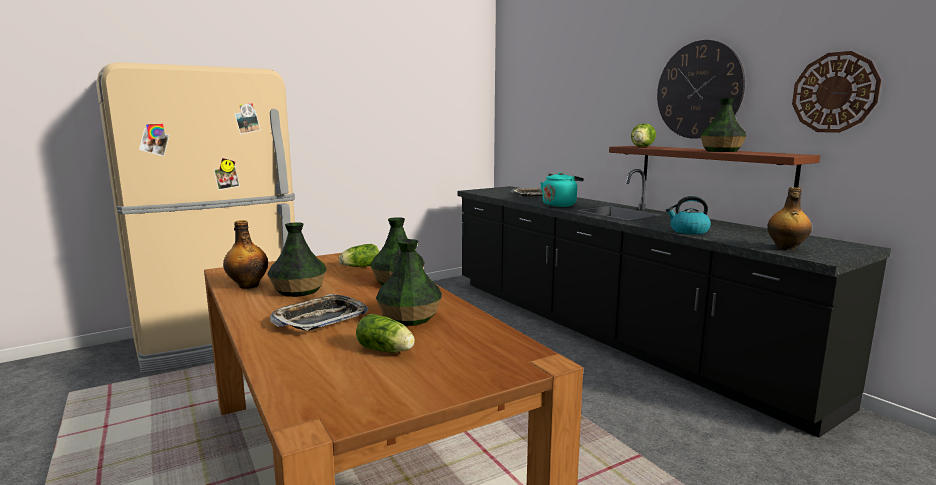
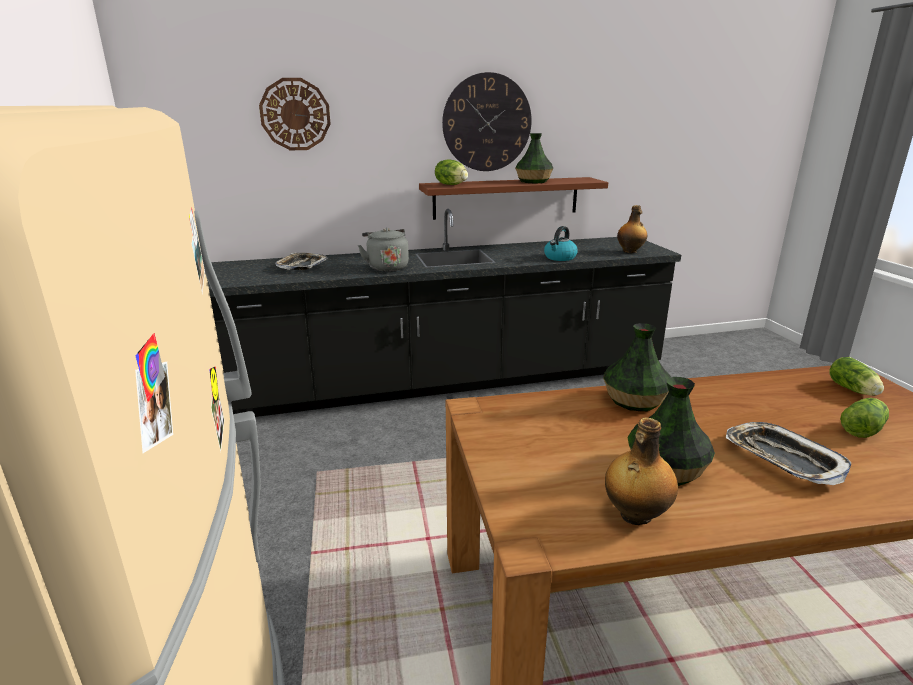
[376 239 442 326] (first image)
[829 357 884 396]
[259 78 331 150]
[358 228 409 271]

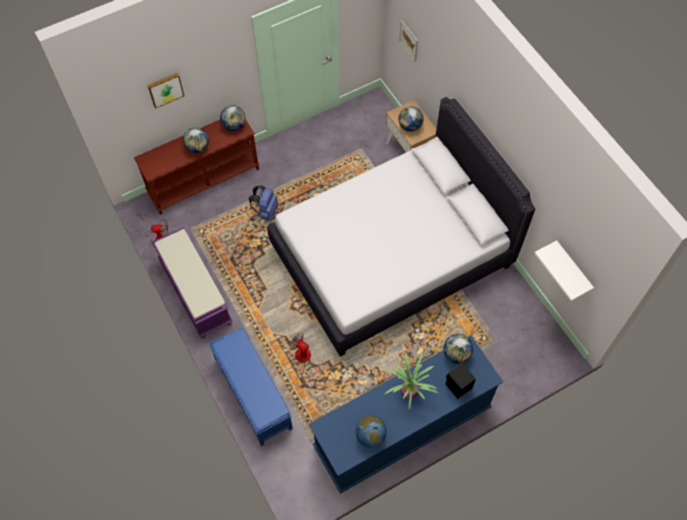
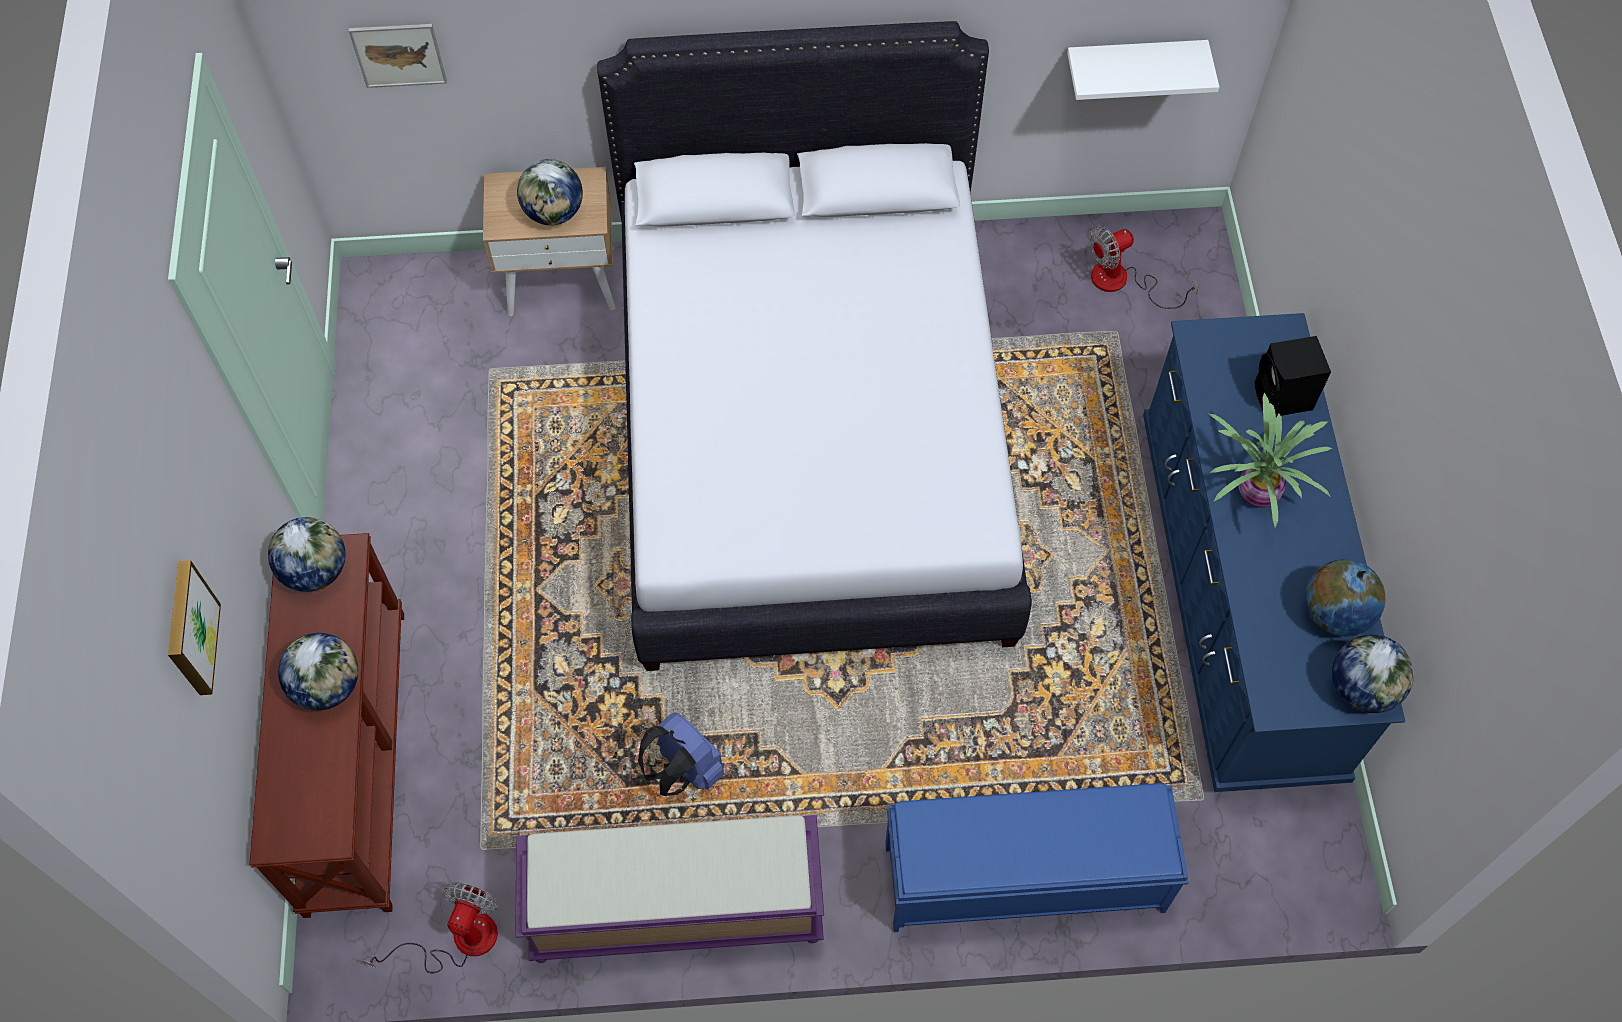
[638 713 725 796]
[1090 226 1199 309]
[1332 635 1414 713]

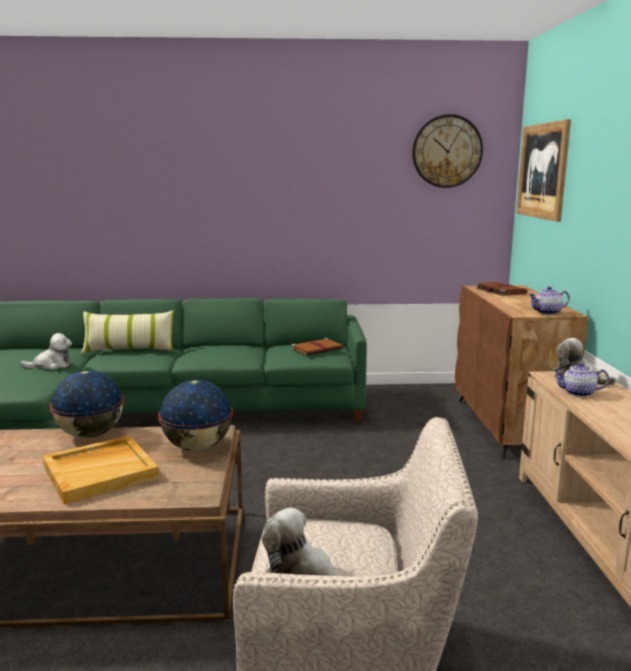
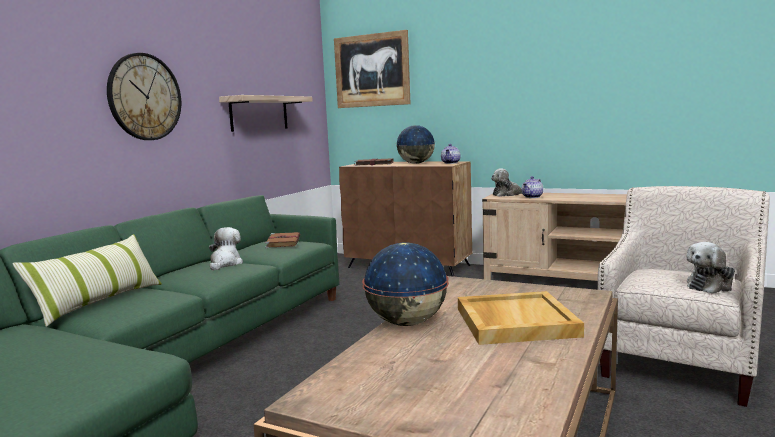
[219 95 313 132]
[209 227 243 271]
[396 125 435 164]
[107 53 181 140]

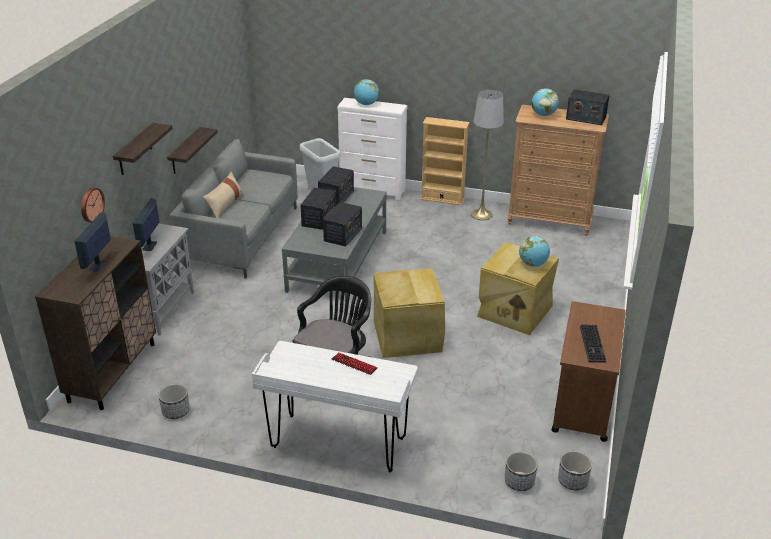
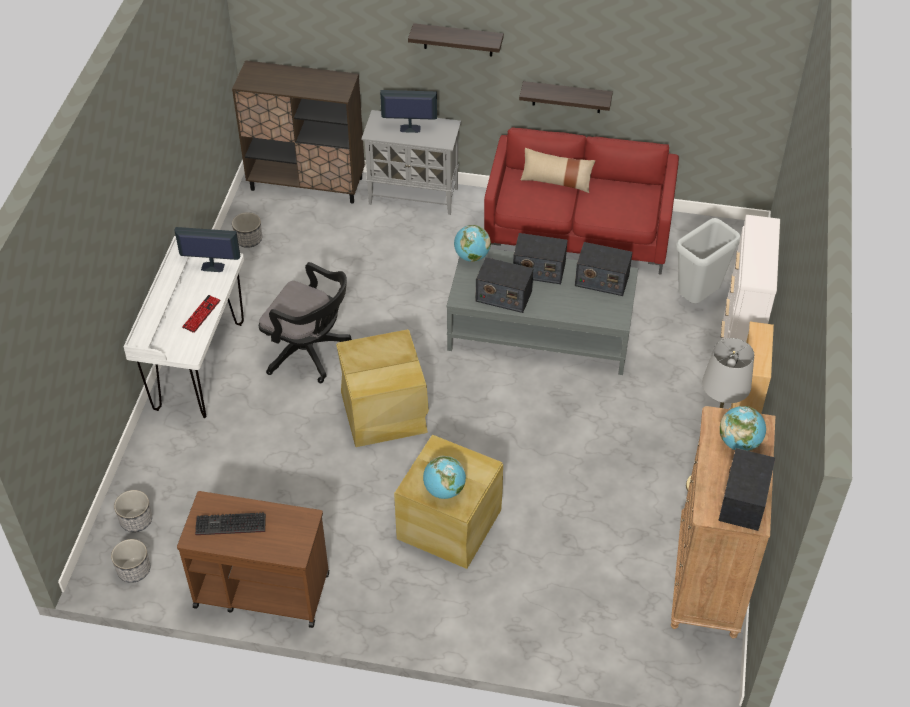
[81 188 105 223] (first image)
[174 227 240 272]
[454 225 491 262]
[484 127 679 274]

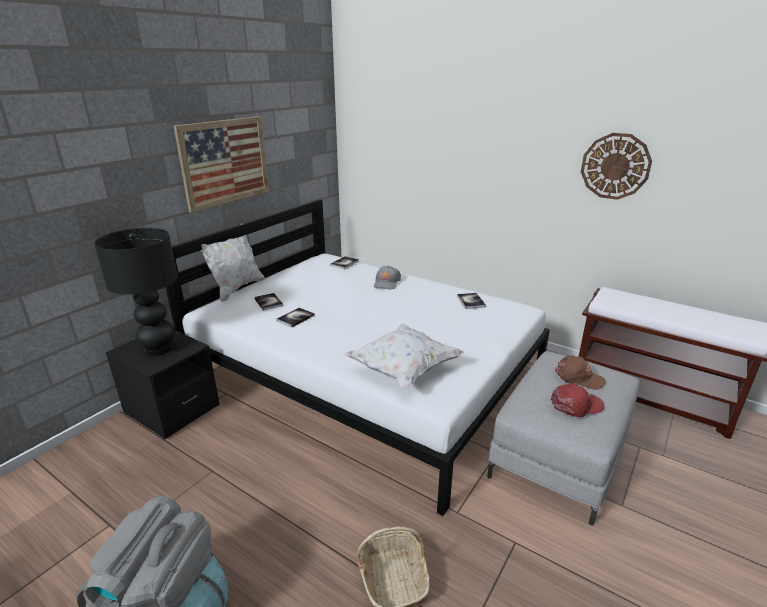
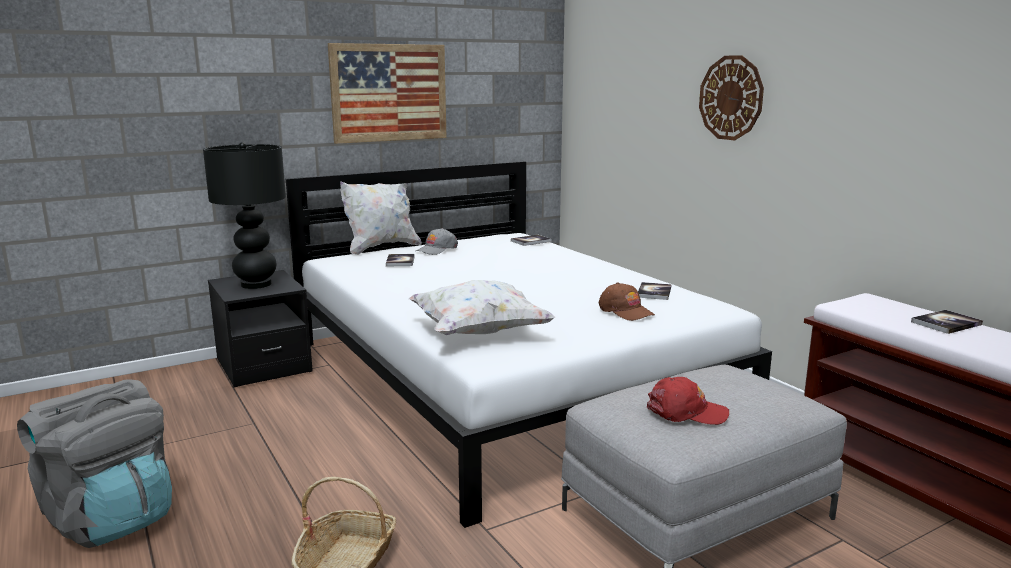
[911 310 983 334]
[416 228 458 255]
[599 282 655 321]
[699 55 764 140]

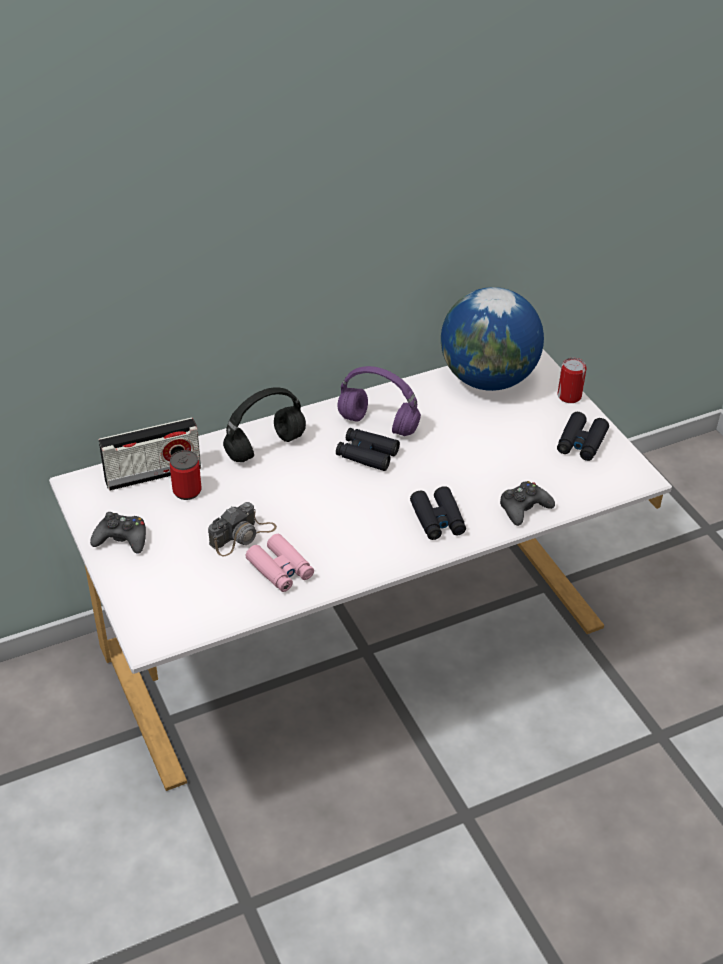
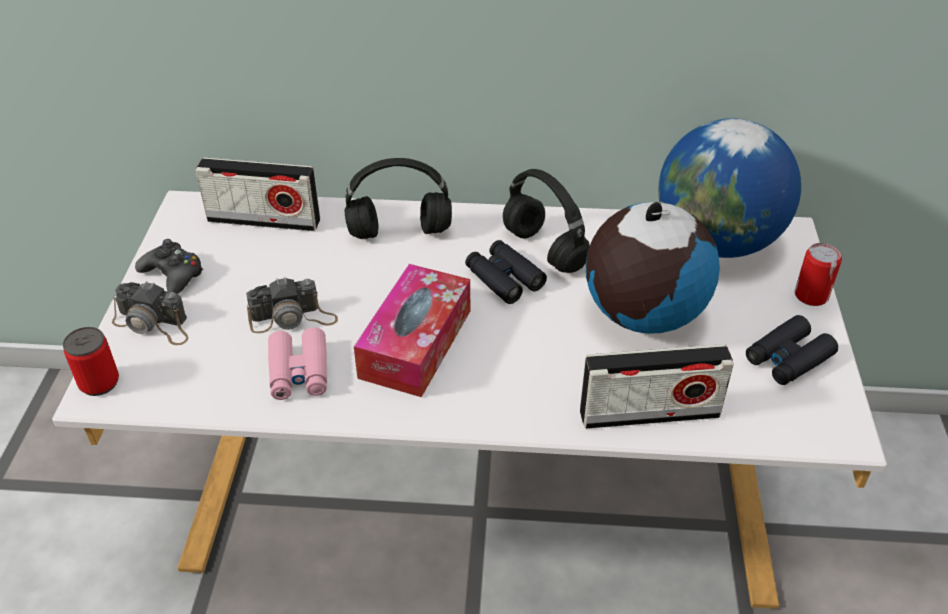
[410 486 466 540] (first image)
[112 281 188 345]
[354 264 470 397]
[586 202 720 334]
[63 327 119 396]
[580 344 734 429]
[503 169 590 273]

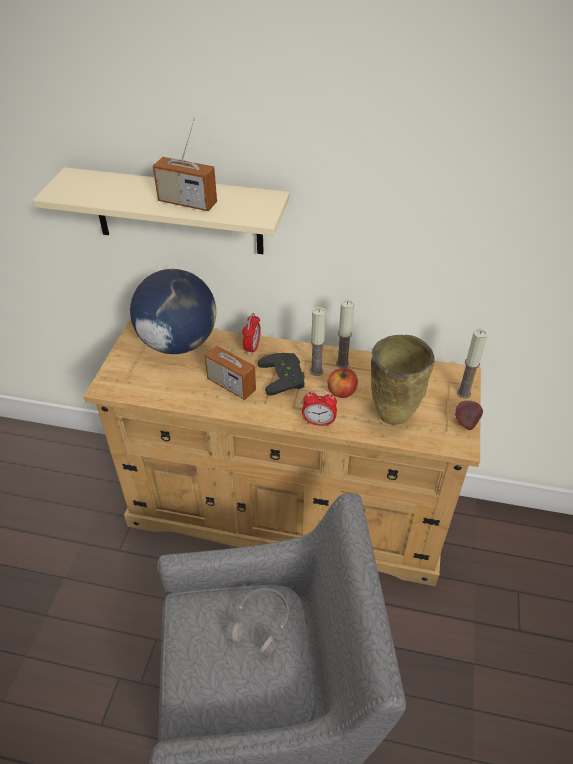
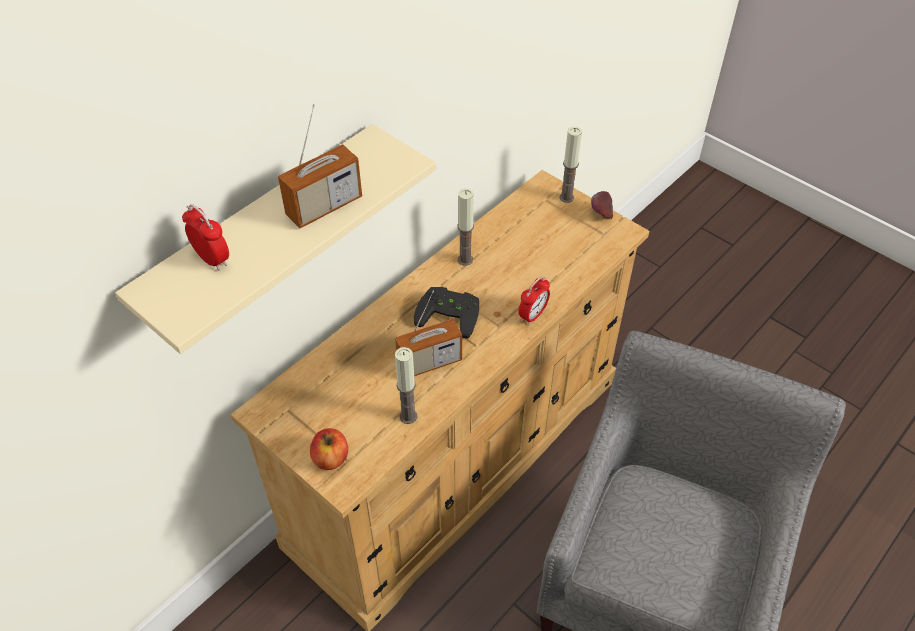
[130 269 216 354] (first image)
[226 588 289 658] (first image)
[371 335 434 425] (first image)
[182 204 229 271]
[395 347 417 424]
[310 428 348 470]

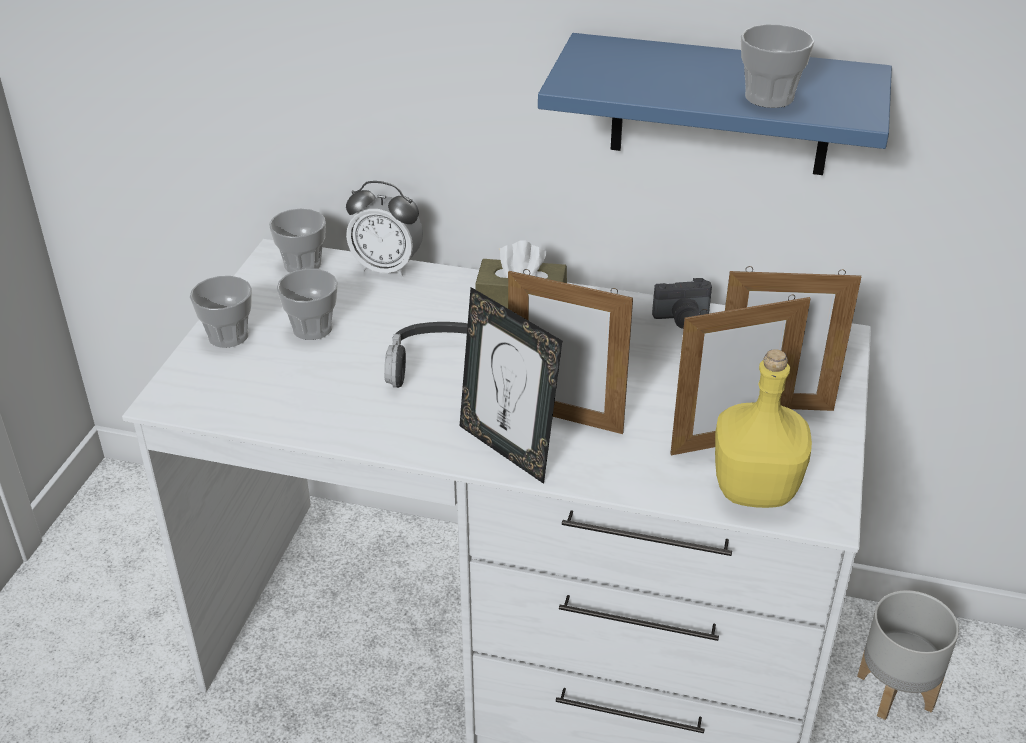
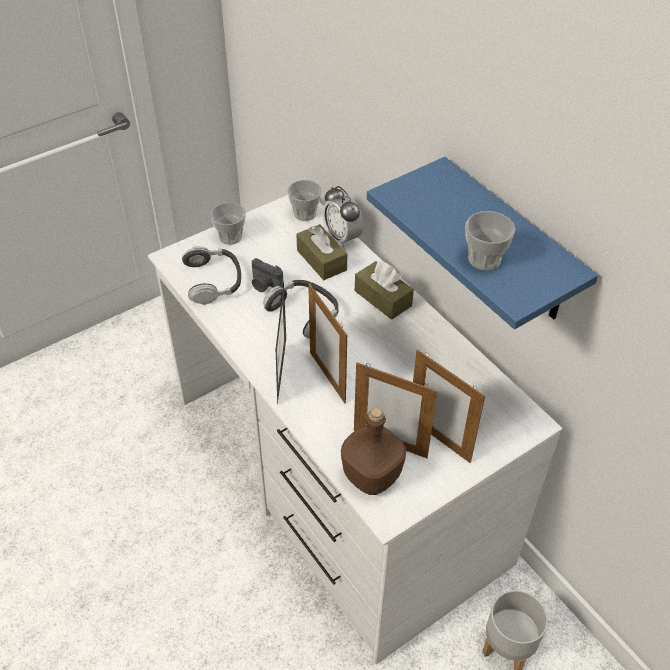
[277 269 338 340] (first image)
[182 246 241 305]
[296 224 347 280]
[252 258 284 292]
[341 408 406 495]

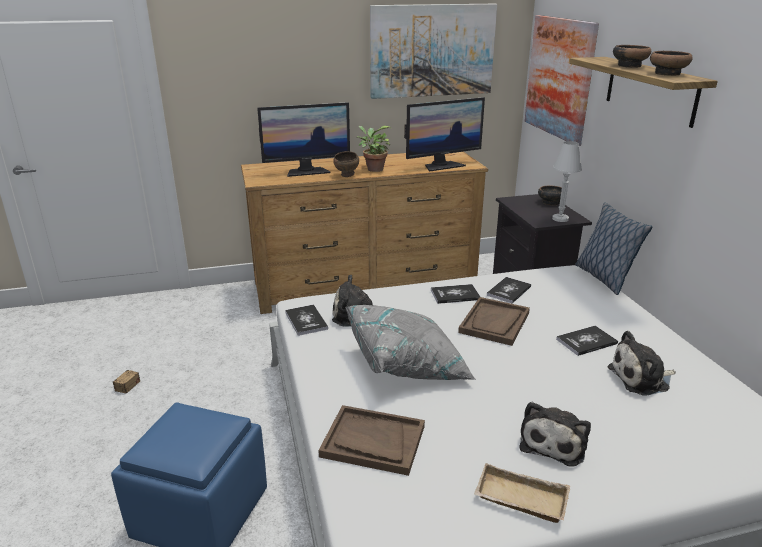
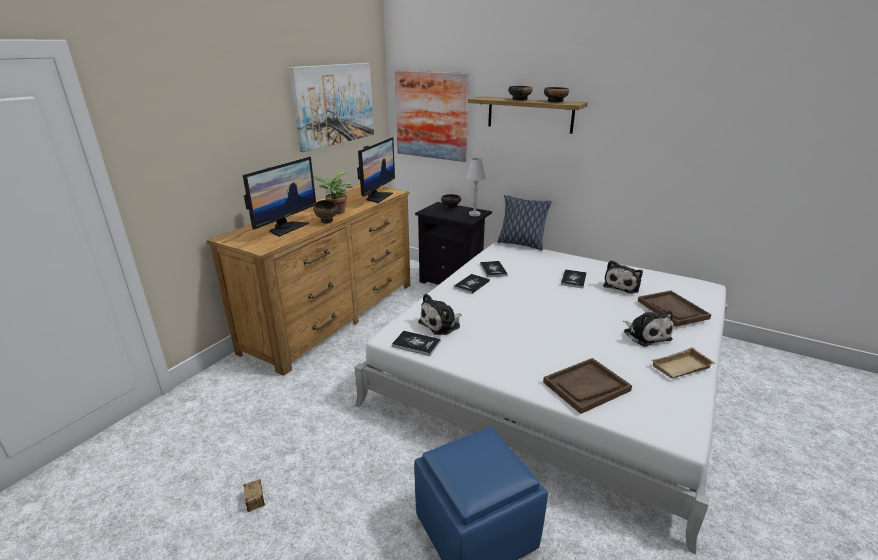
[346 305 476 380] (first image)
[638 290 711 327]

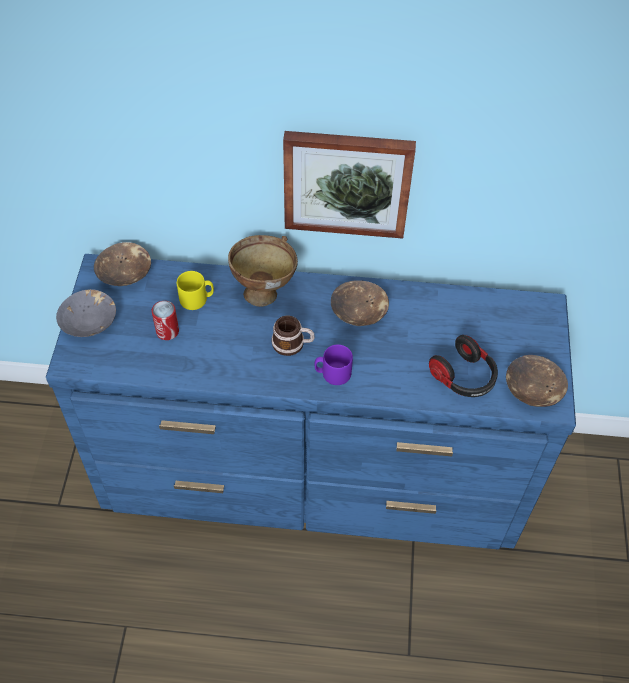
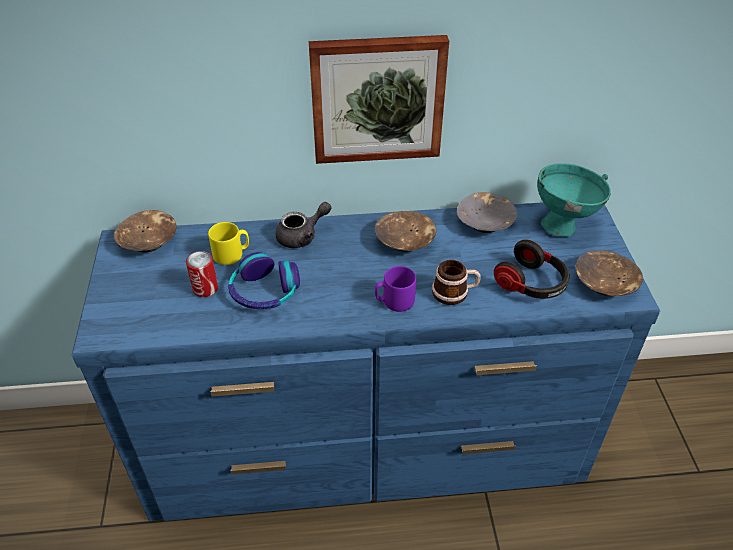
[228 252 300 309]
[537 163 611 237]
[457 192 517 233]
[432 260 481 305]
[276 202 331 248]

